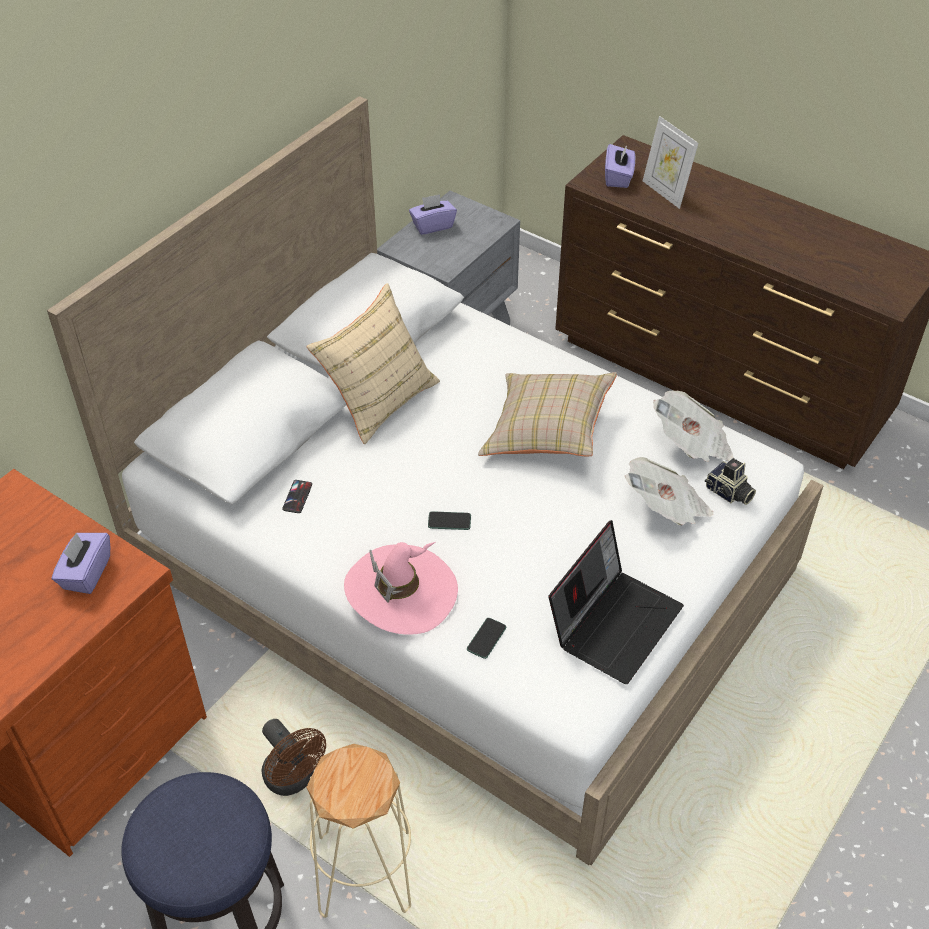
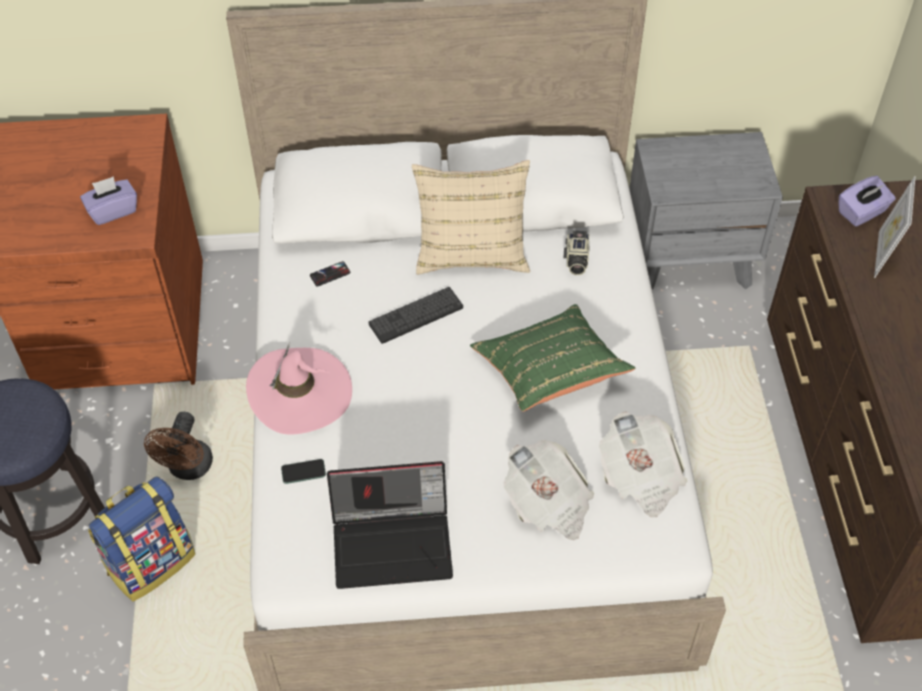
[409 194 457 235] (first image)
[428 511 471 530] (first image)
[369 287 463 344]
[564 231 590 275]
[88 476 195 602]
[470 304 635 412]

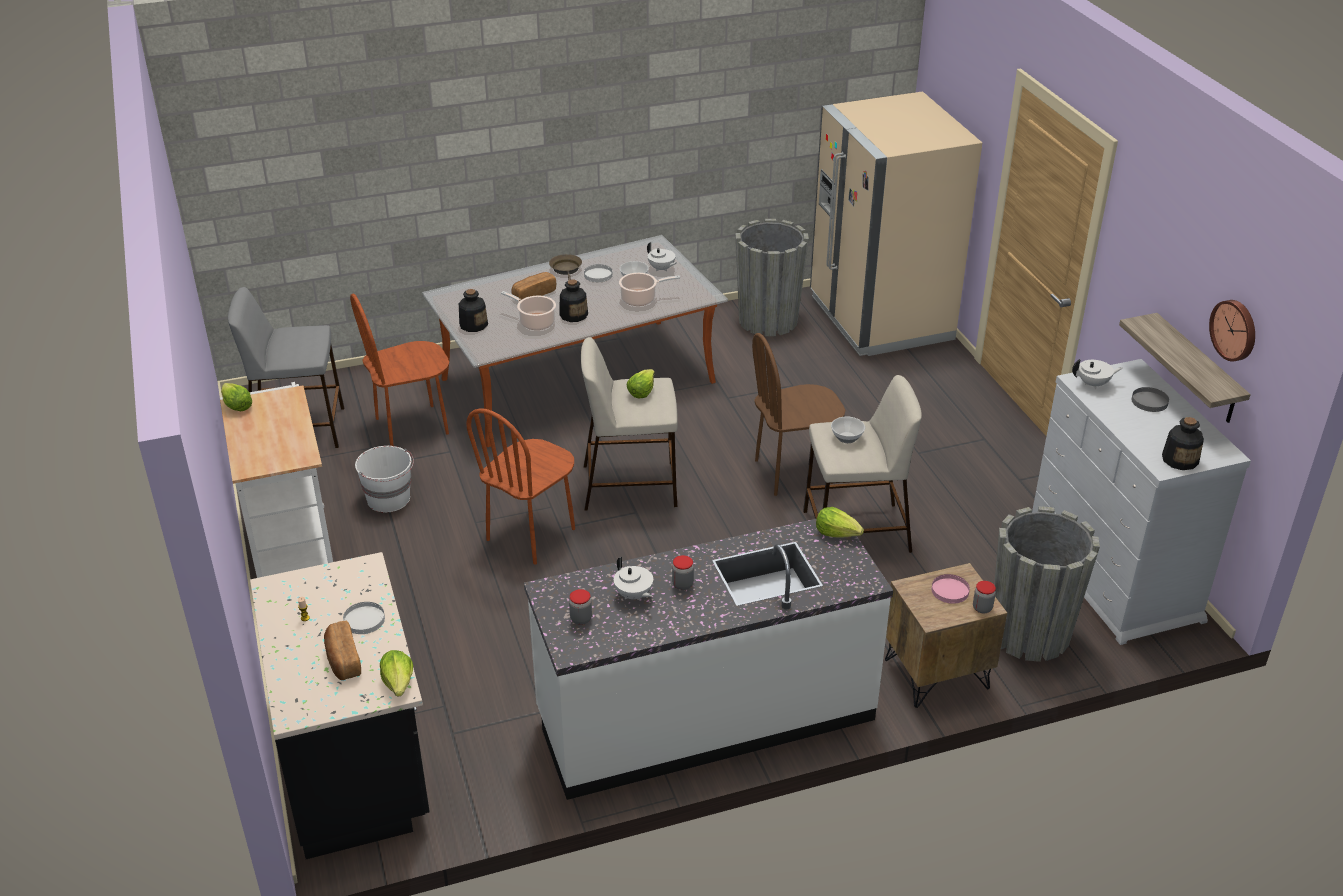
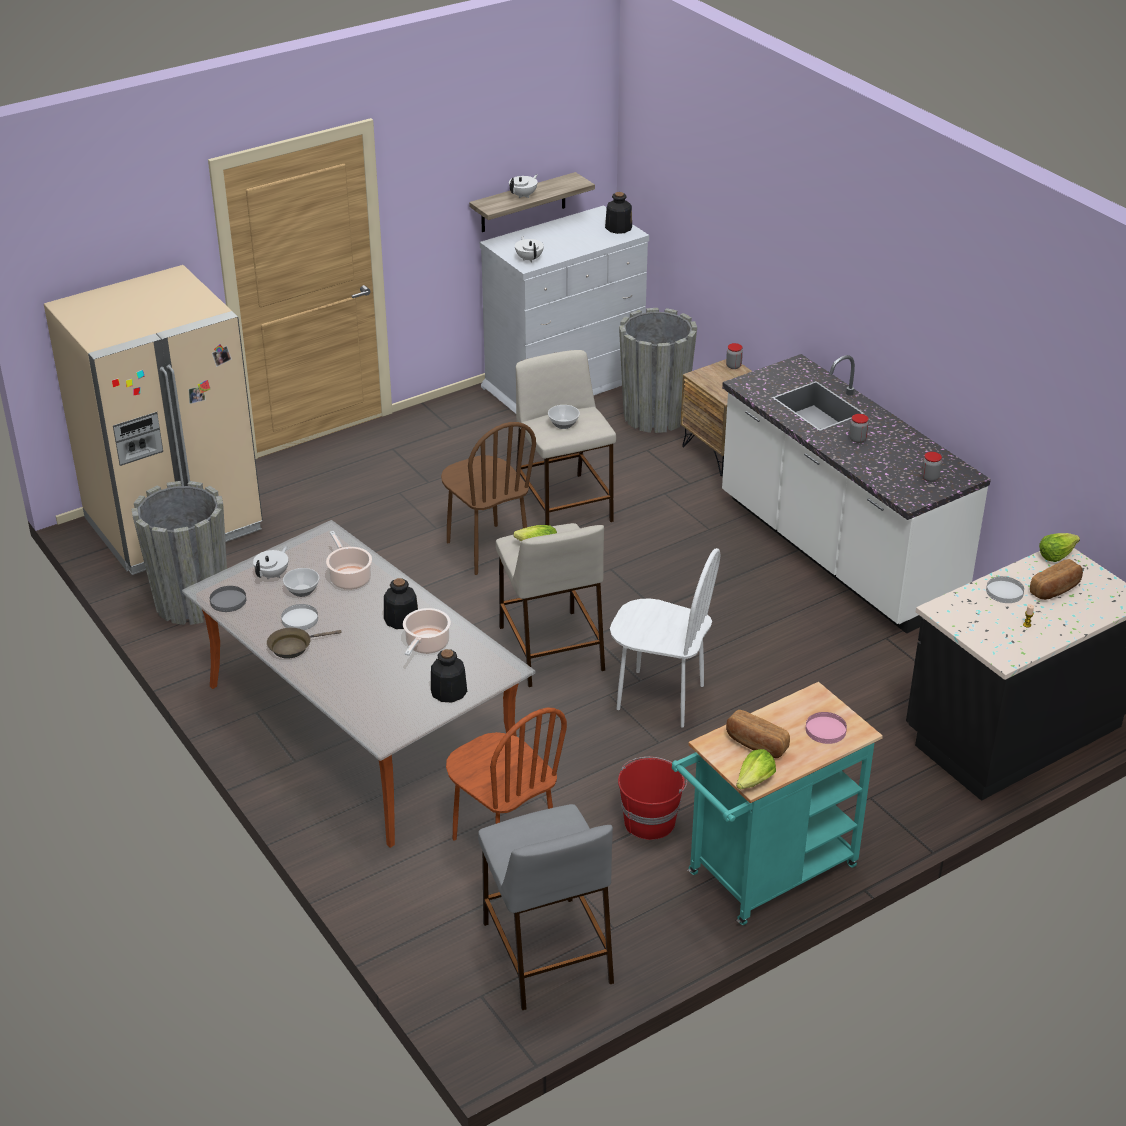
[816 507 864 538] (first image)
[1209 300 1255 362] (first image)
[726 710 790 758]
[509 174 538 198]
[806 712 847 744]
[210 586 246 612]
[672 682 883 925]
[618 757 687 840]
[610 548 720 727]

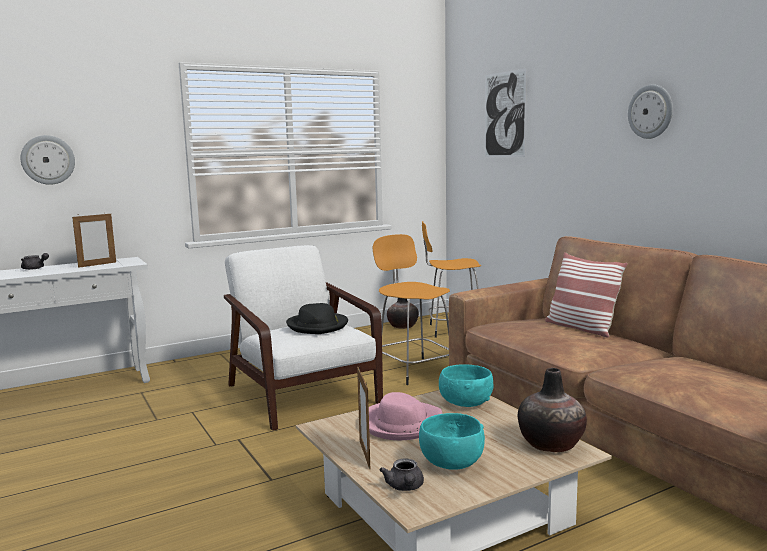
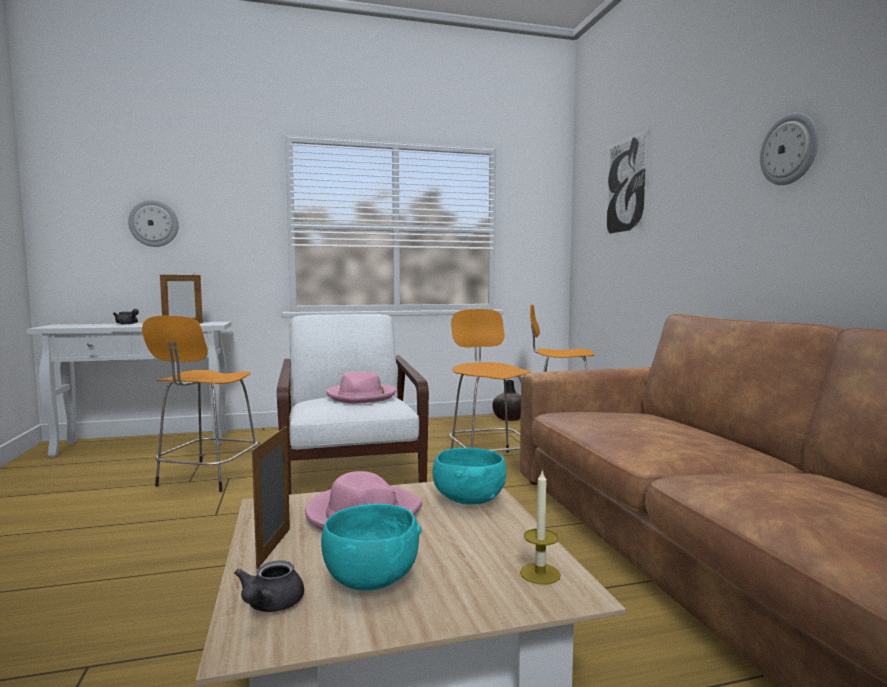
[545 252 628 338] (first image)
[142 316 258 492]
[520 469 561 585]
[326 372 396 404]

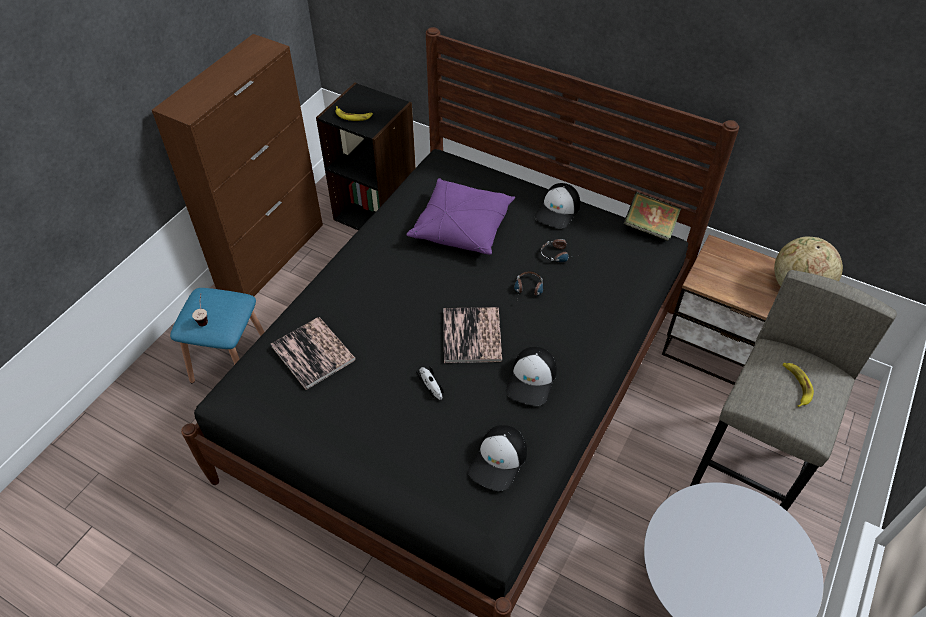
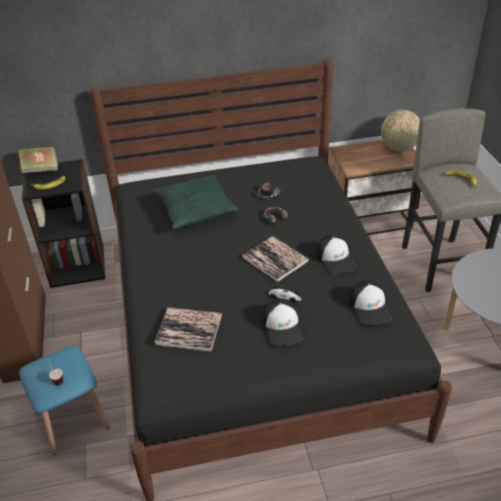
[263 299 303 346]
[17 146 58 173]
[154 175 239 229]

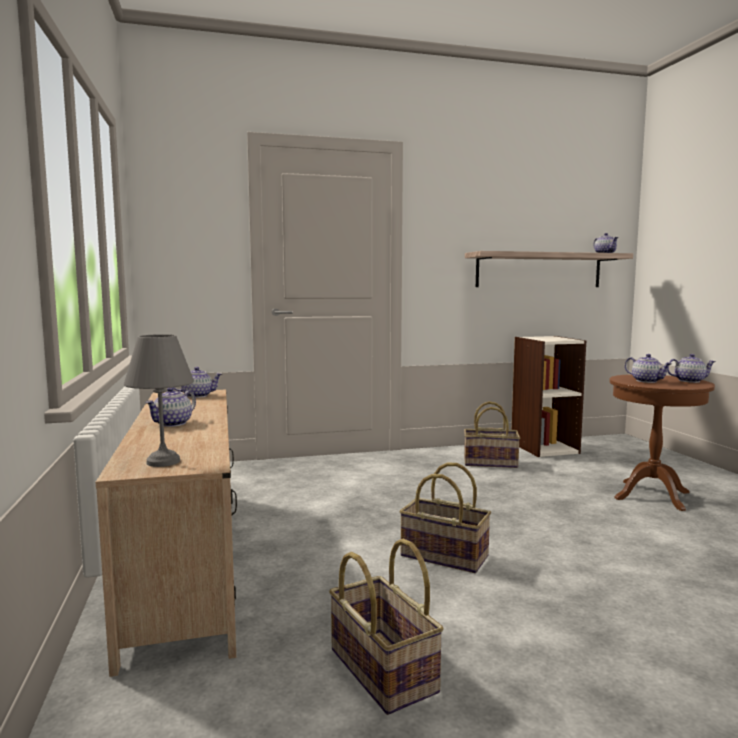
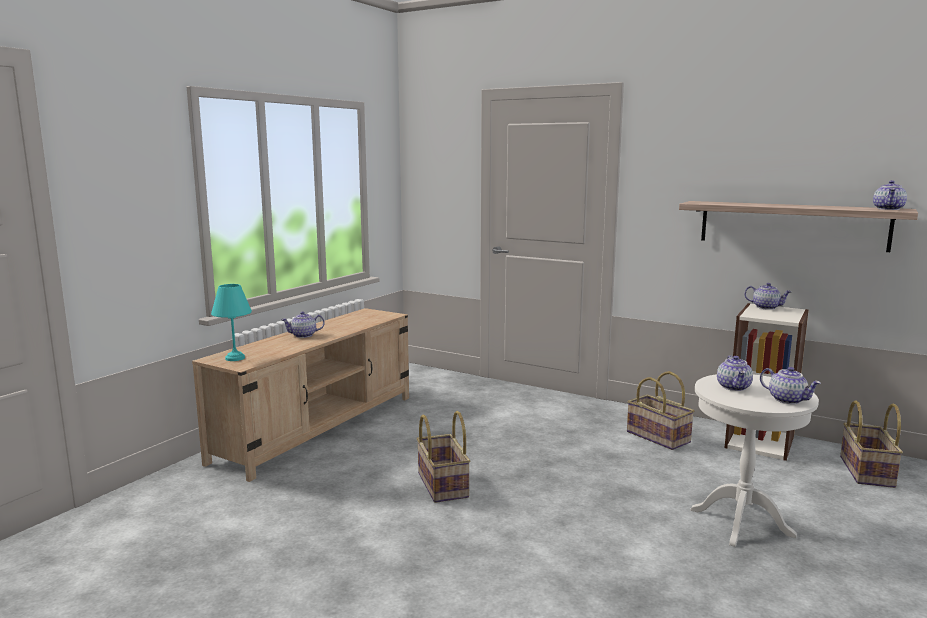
[744 283 791 310]
[840 400 903 488]
[211 284 252 361]
[690 374 819 547]

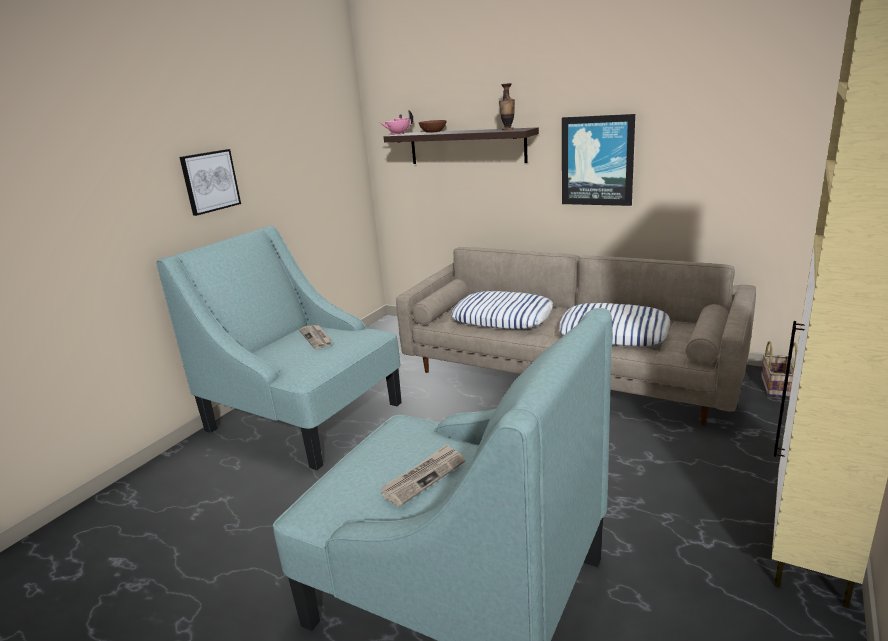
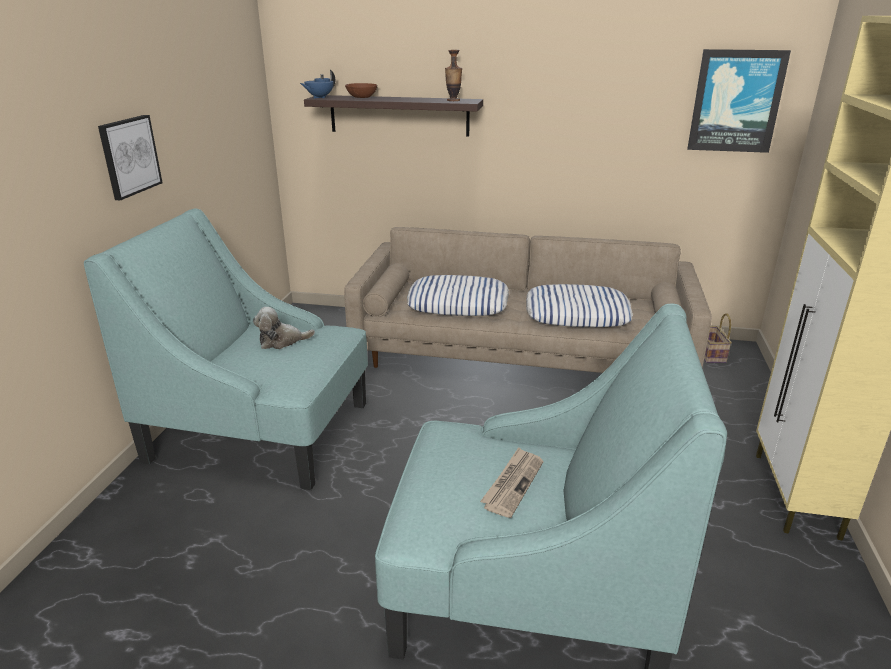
[687 49 791 153]
[253 307 315 349]
[300 70 335 98]

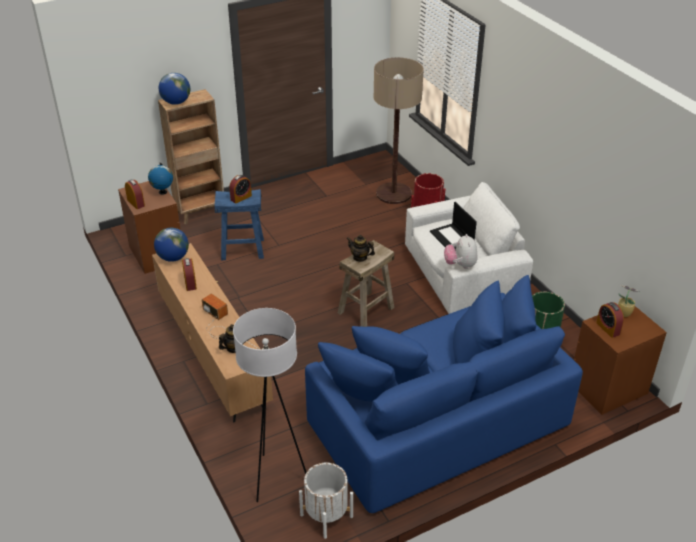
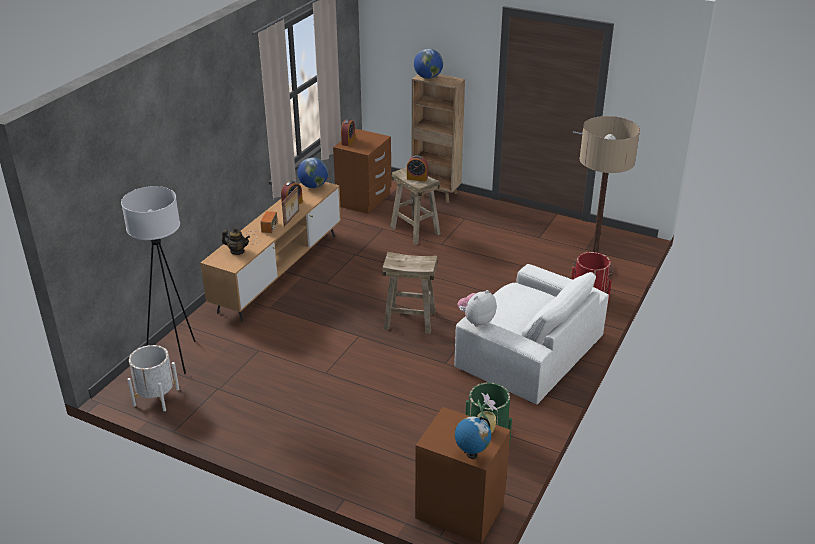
[305 275 583 513] (first image)
[346 235 375 262] (first image)
[430 202 477 250] (first image)
[596 302 624 338] (first image)
[282 187 299 227]
[455 417 491 459]
[390 167 441 245]

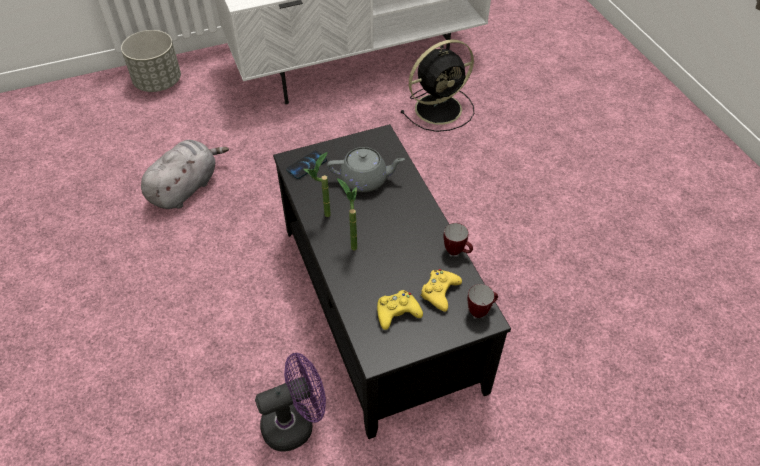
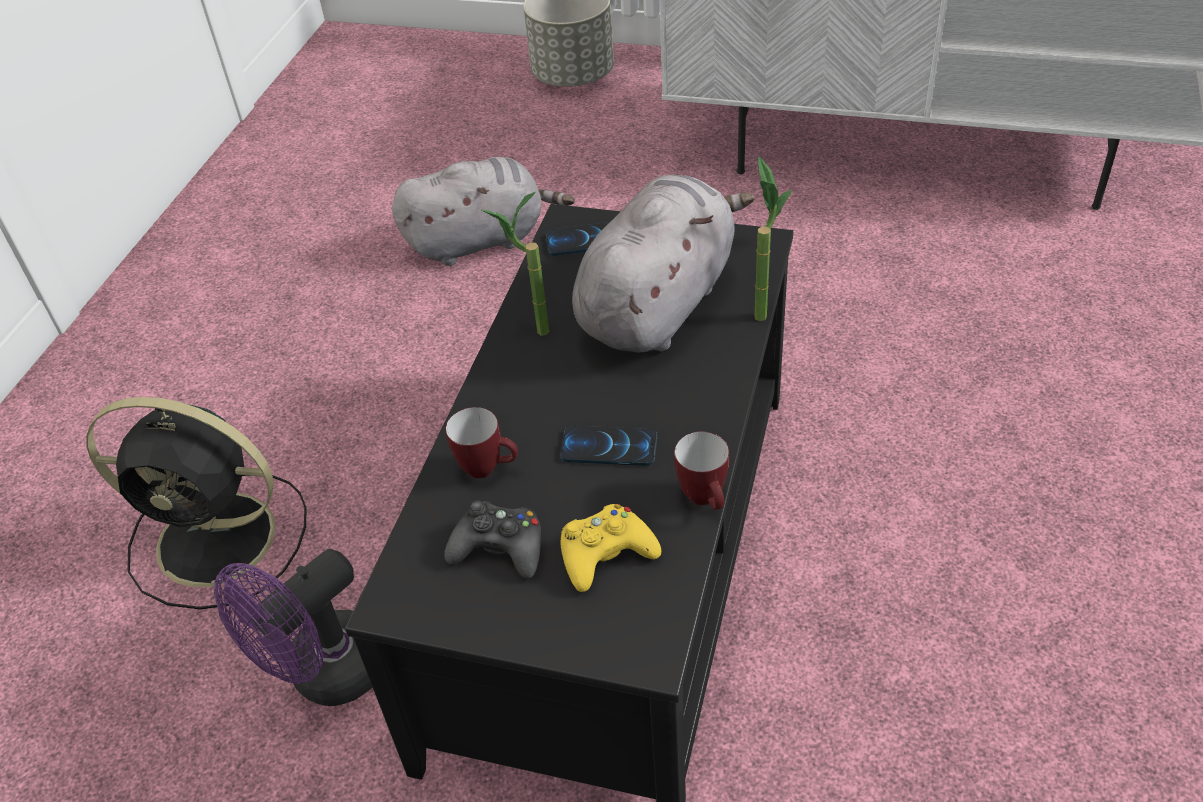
[560 426 657 466]
[755 156 792 321]
[86 397 307 610]
[446 407 518 478]
[572 175 755 353]
[444 501 541 578]
[214 549 372 706]

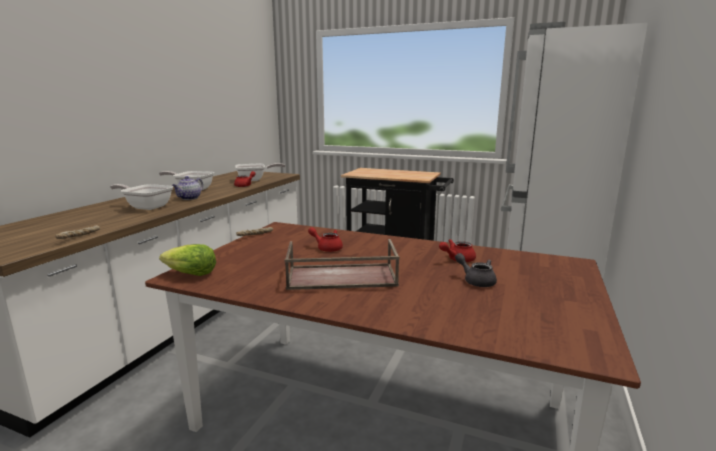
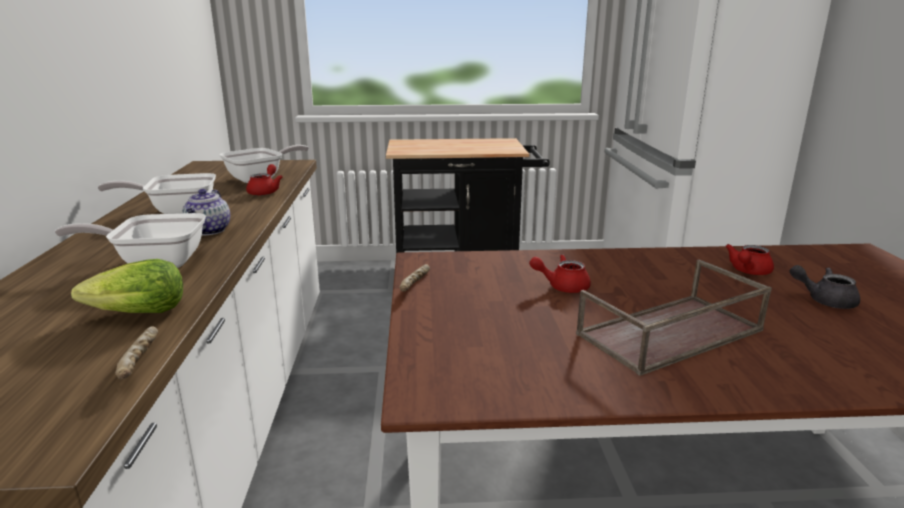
[71 259 183 313]

